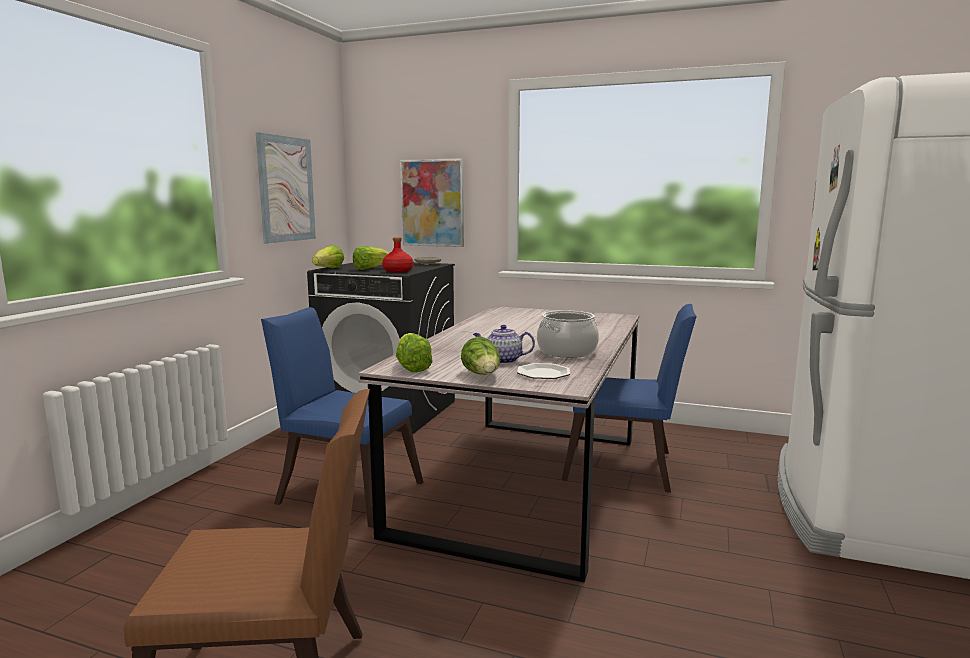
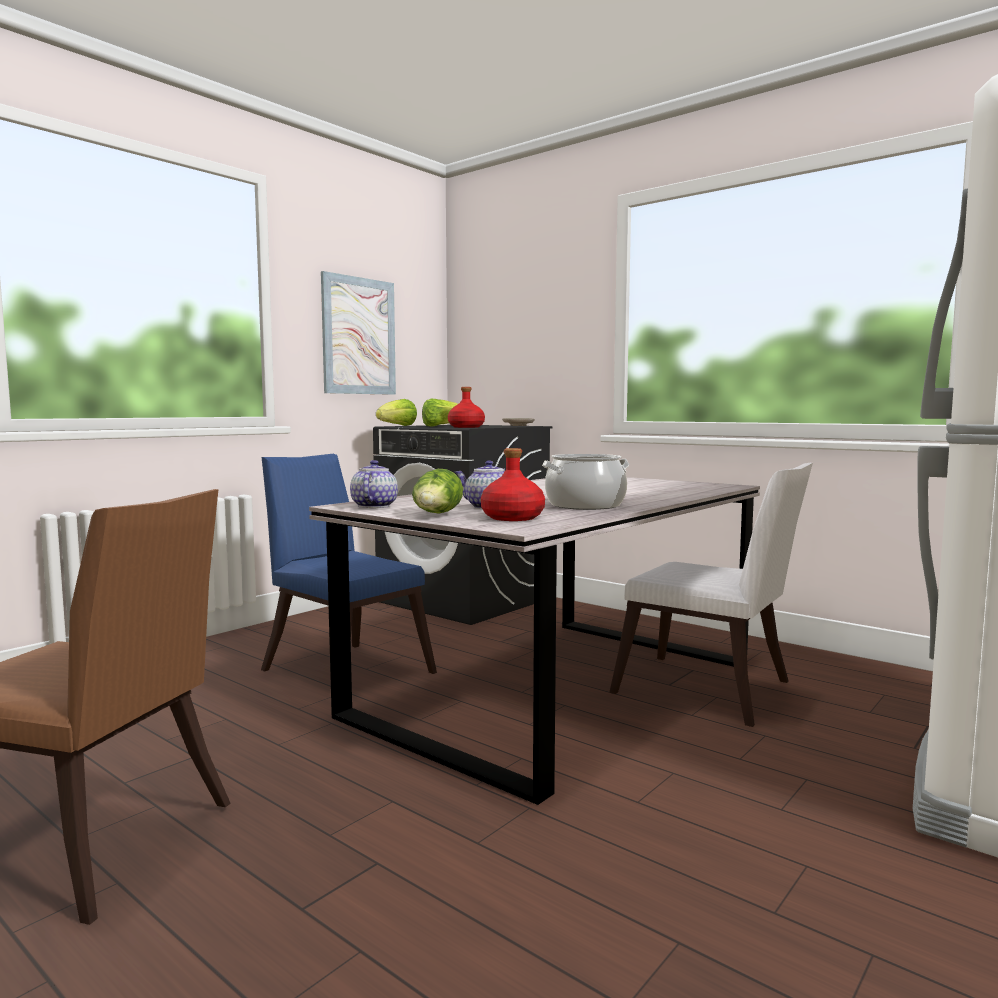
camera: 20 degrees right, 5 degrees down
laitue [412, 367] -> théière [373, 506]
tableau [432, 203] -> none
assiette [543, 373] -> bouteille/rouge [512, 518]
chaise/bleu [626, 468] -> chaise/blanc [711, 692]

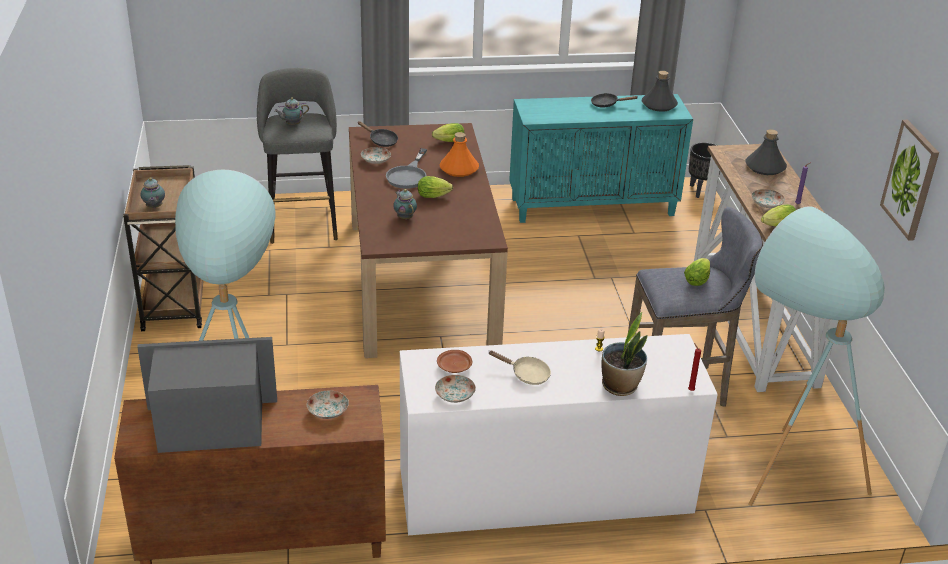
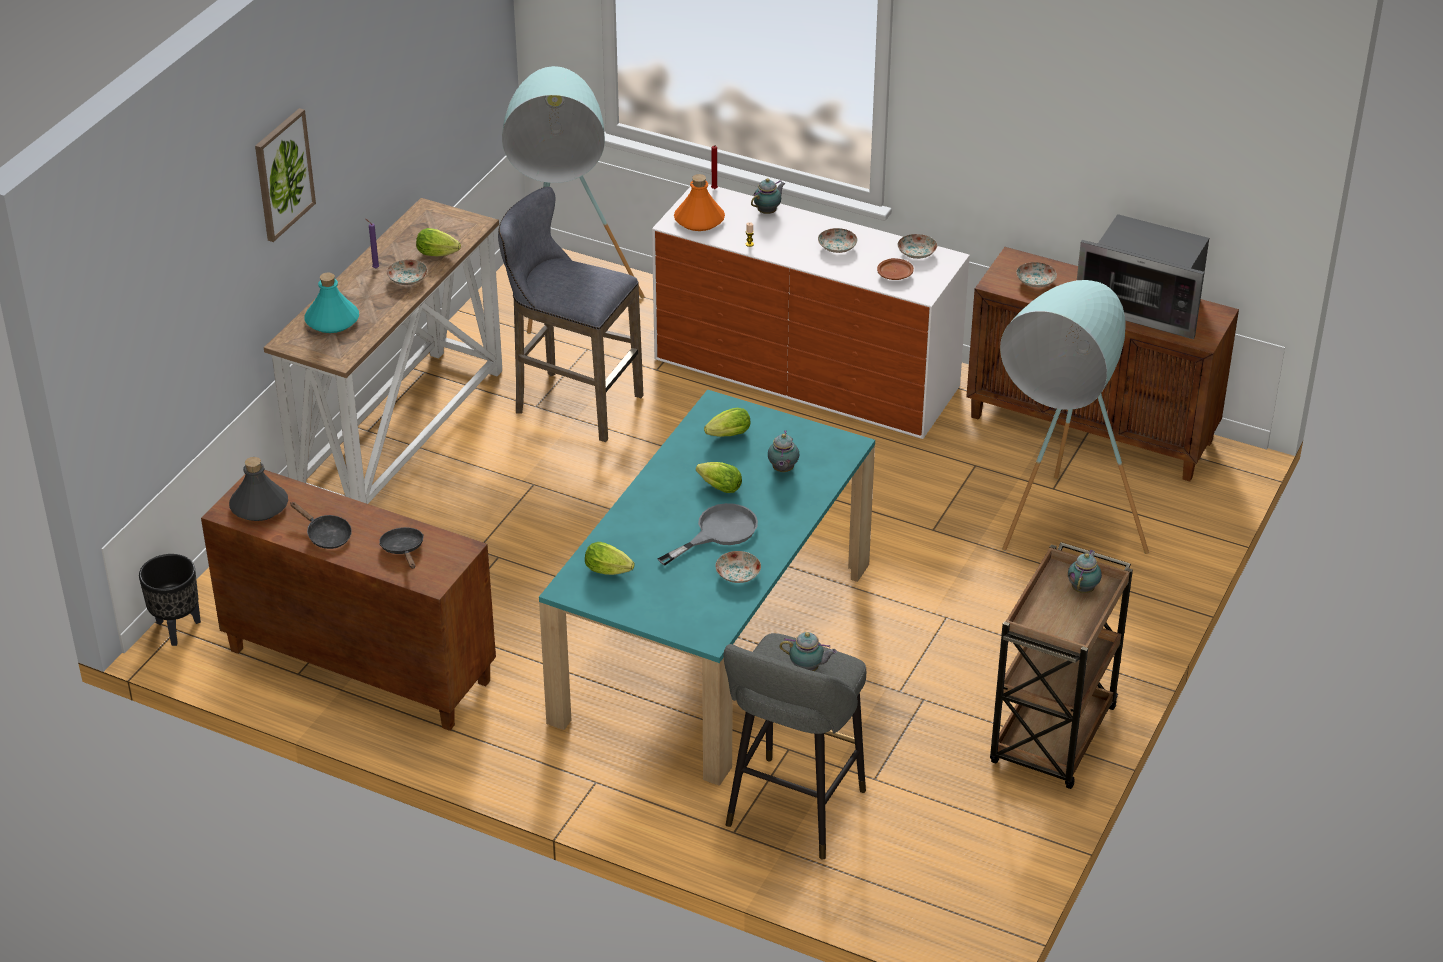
camera: 145 degrees left, 5 degrees up
table à manger/marron [421, 280] -> table à manger/turquoise [712, 641]
poêle/noir [381, 141] -> poêle/noir [403, 549], relocated
bouteille/orange [459, 169] -> bouteille/orange [699, 219], relocated
poêle/beige [526, 374] -> assiette [837, 247]
meuble de rangement/turquoise [593, 206] -> meuble de rangement/marron [357, 666]
plante en pot [620, 386] -> théière [768, 211]
laitue [697, 279] -> laitue [726, 436], relocated
bouteille/gris [765, 167] -> bouteille/turquoise [331, 320]
tableau [911, 179] -> tableau [283, 174], relocated

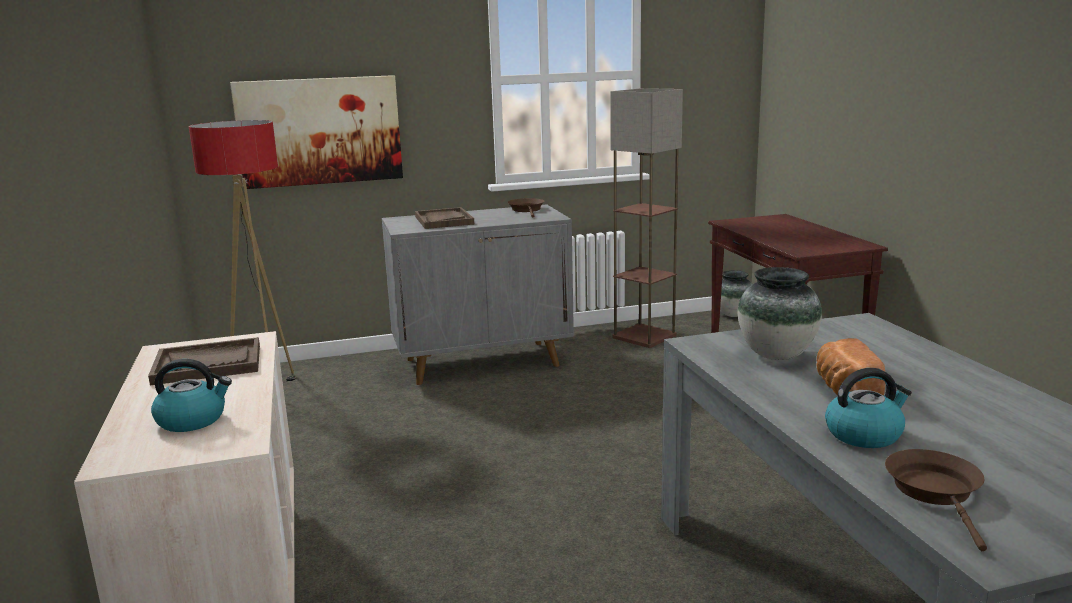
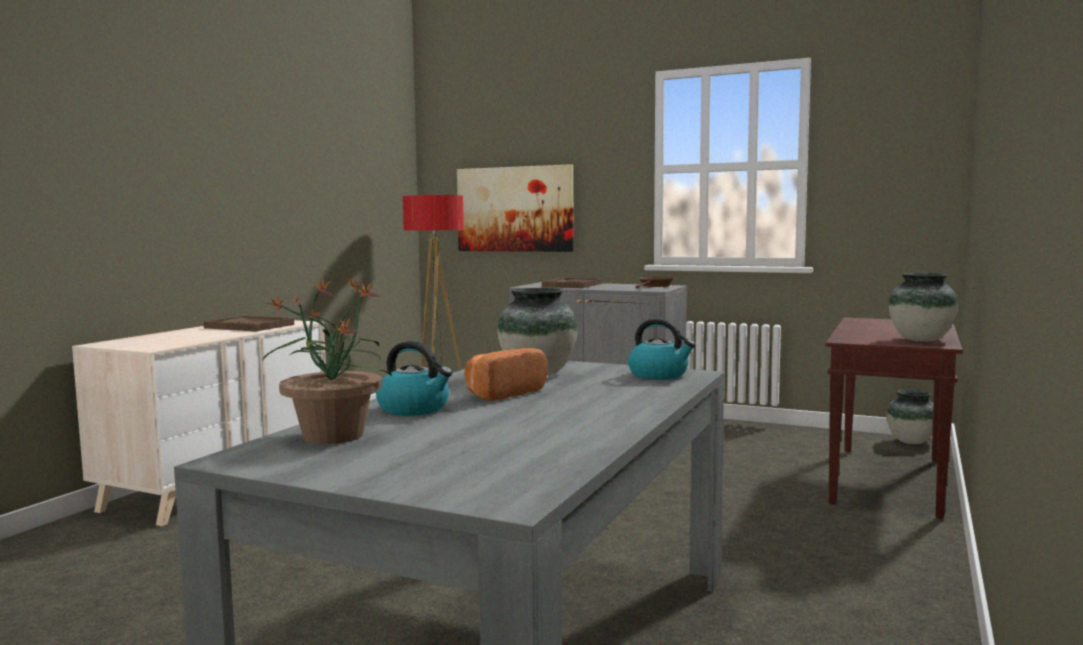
camera: 40 degrees right, 10 degrees down
bouilloire [193, 420] -> bouilloire [659, 375], relocated
lampadaire [645, 336] -> none
poêle/marron [936, 492] -> plante en pot [333, 435]
none -> vase [920, 340]

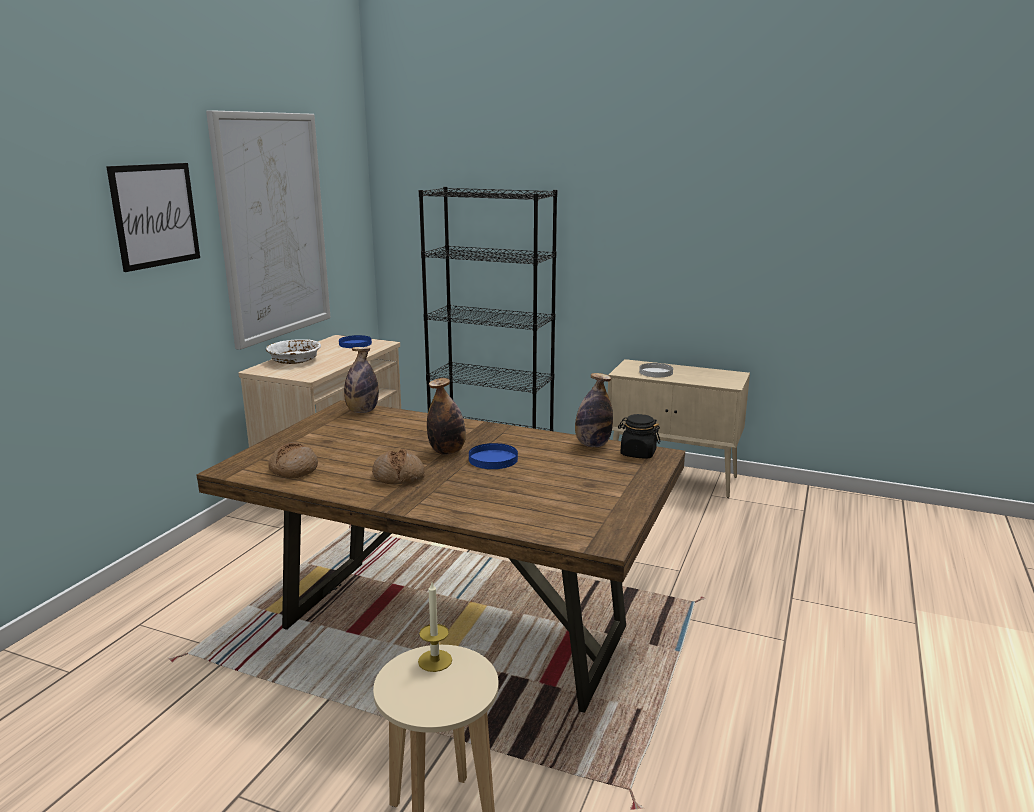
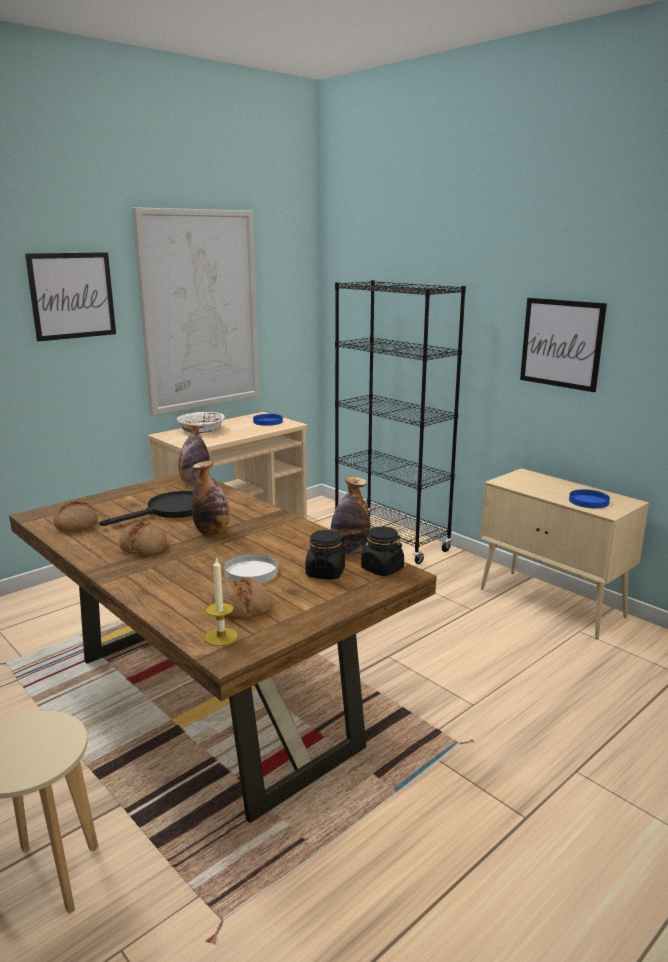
camera: 25 degrees right, 0 degrees up
bougie [435, 660] -> bougie [221, 637], relocated
assiette/bleu [492, 459] -> assiette/bleu [588, 501], relocated
assiette/blanc [655, 372] -> assiette/blanc [250, 572], relocated
none -> poêle/noir [170, 511]
none -> pain [242, 608]
none -> bocal/noir [325, 573]
none -> tableau [561, 343]

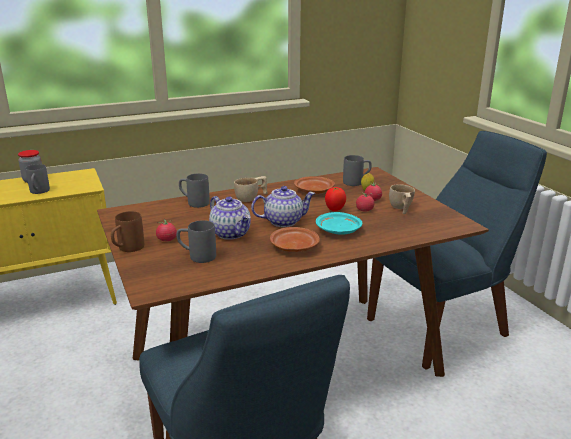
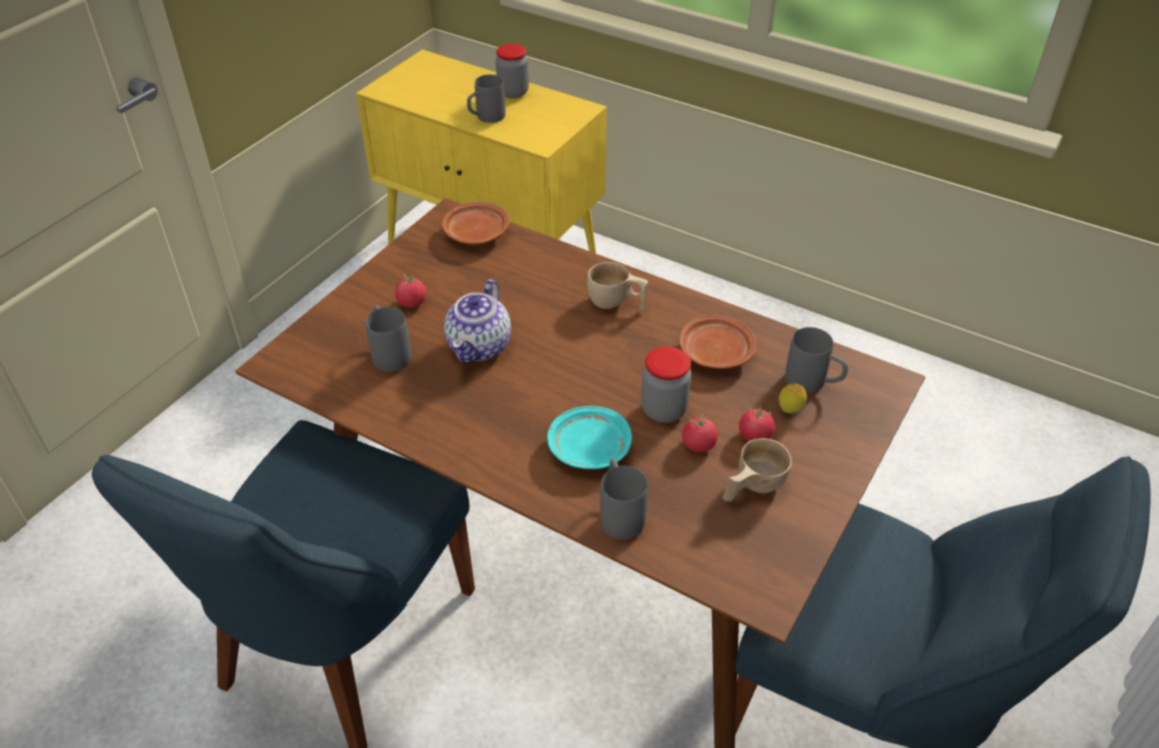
camera: 55 degrees right, 20 degrees up
mug/marron [127, 249] -> none
mug/gris [194, 203] -> mug/gris [619, 513], relocated
théière [283, 221] -> none
assiette/marron [293, 247] -> assiette/marron [476, 233], relocated
tomate [334, 210] -> bocal [663, 410]

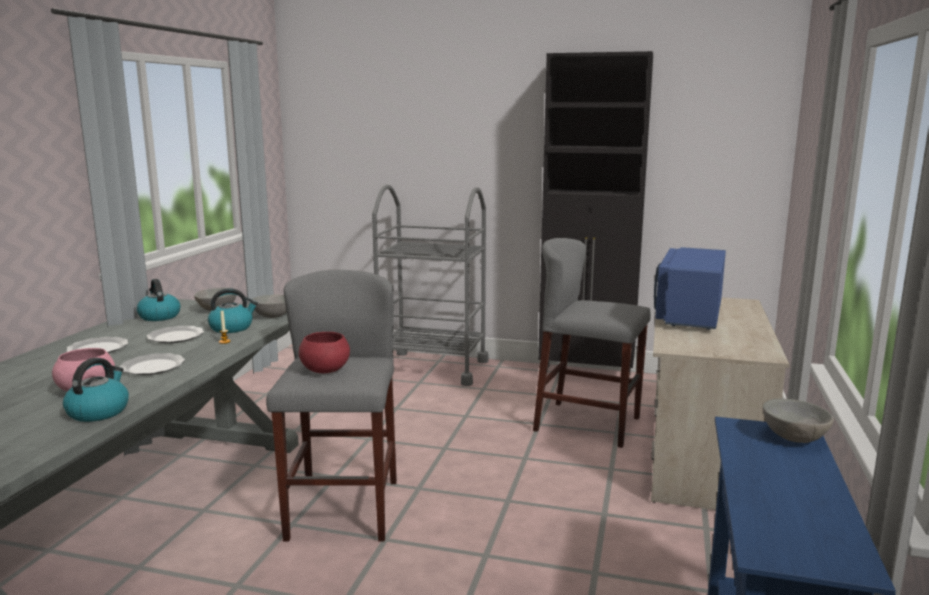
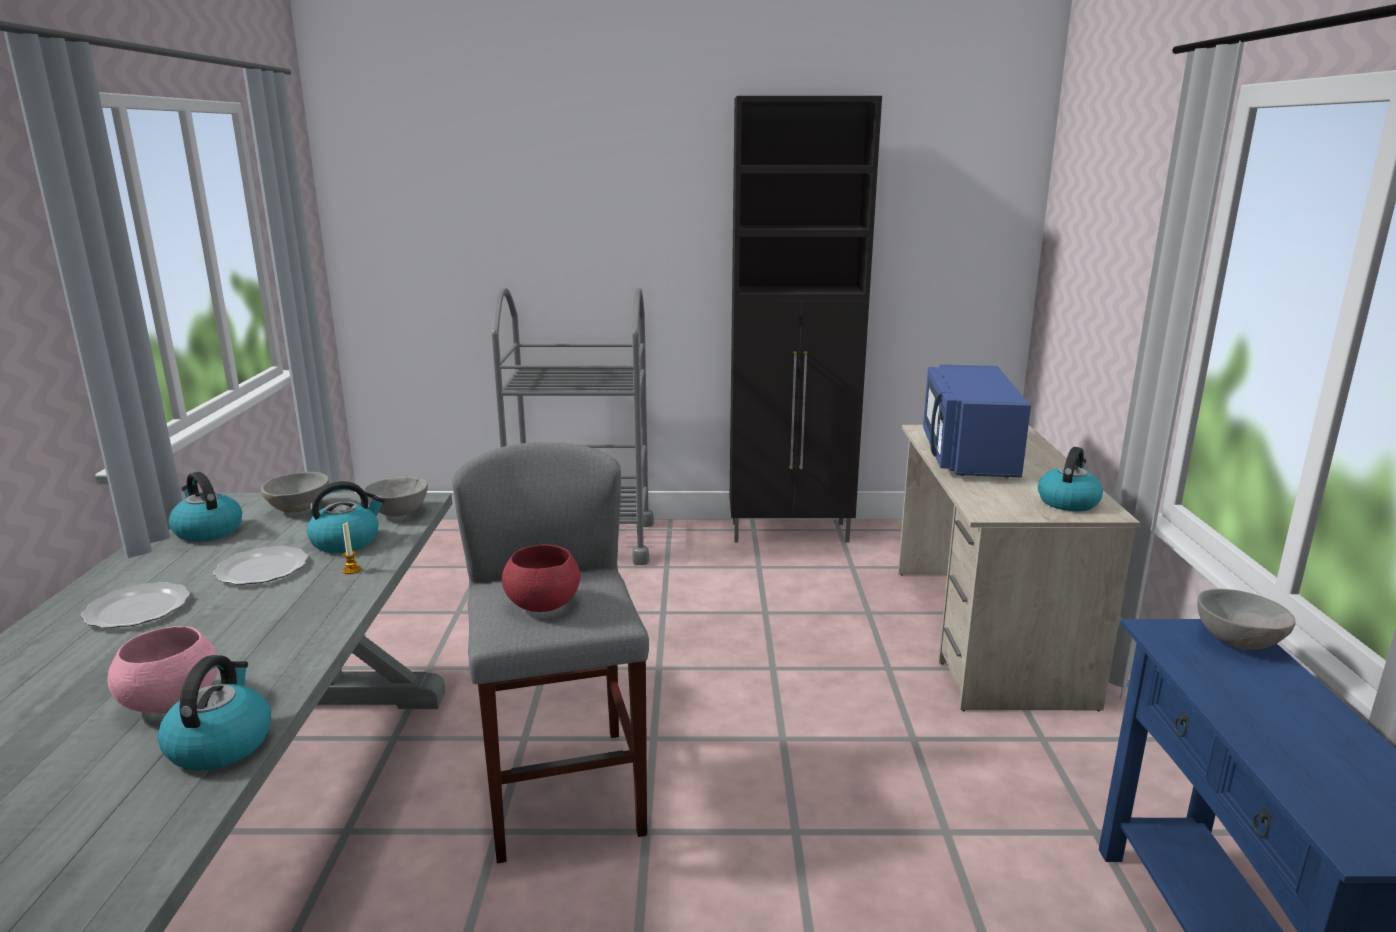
camera: 15 degrees left, 5 degrees up
assiette [152, 367] -> none
tabouret/gris [587, 424] -> none
none -> bouilloire [1068, 502]

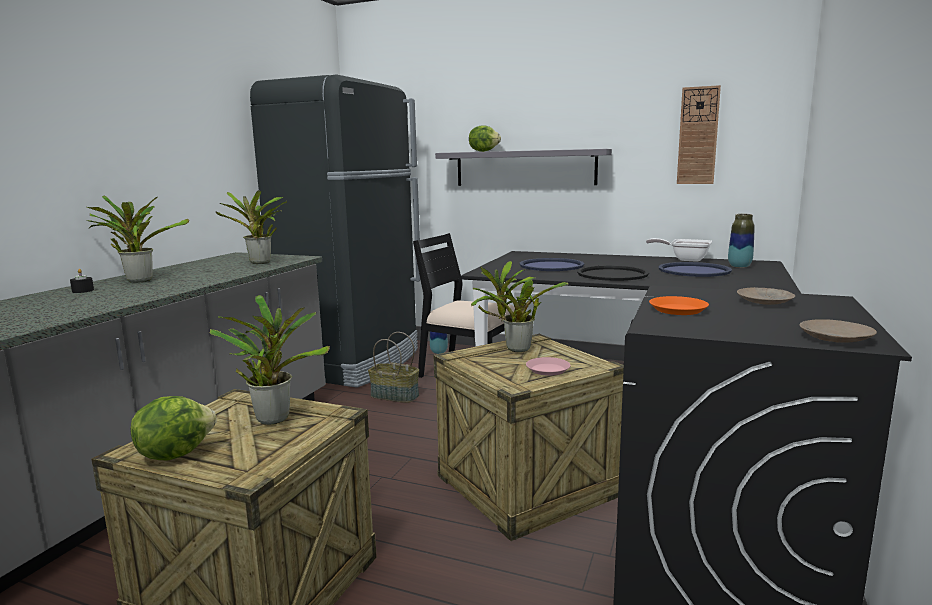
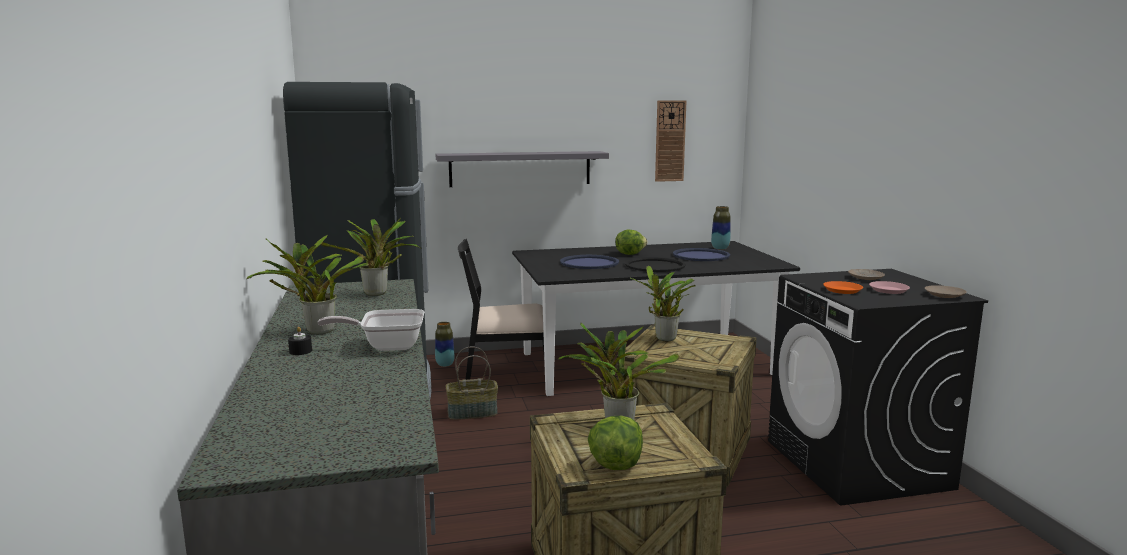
camera: 35 degrees left, 0 degrees up
laitue [484, 151] -> laitue [629, 254], relocated
assiette/rose [547, 369] -> assiette/rose [888, 290], relocated
poêle [685, 259] -> poêle [386, 346], relocated

